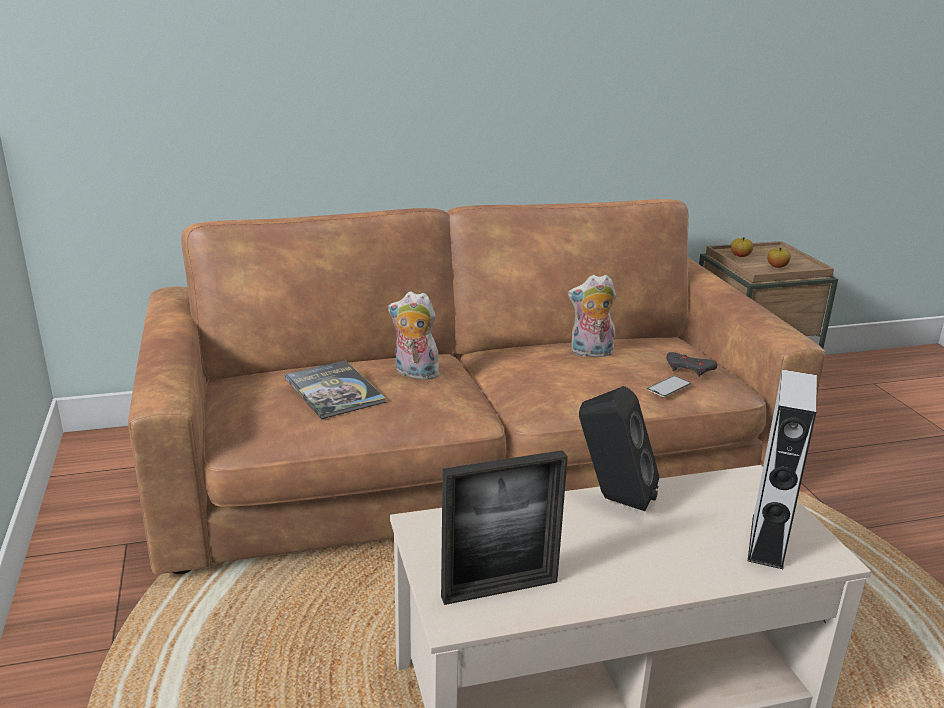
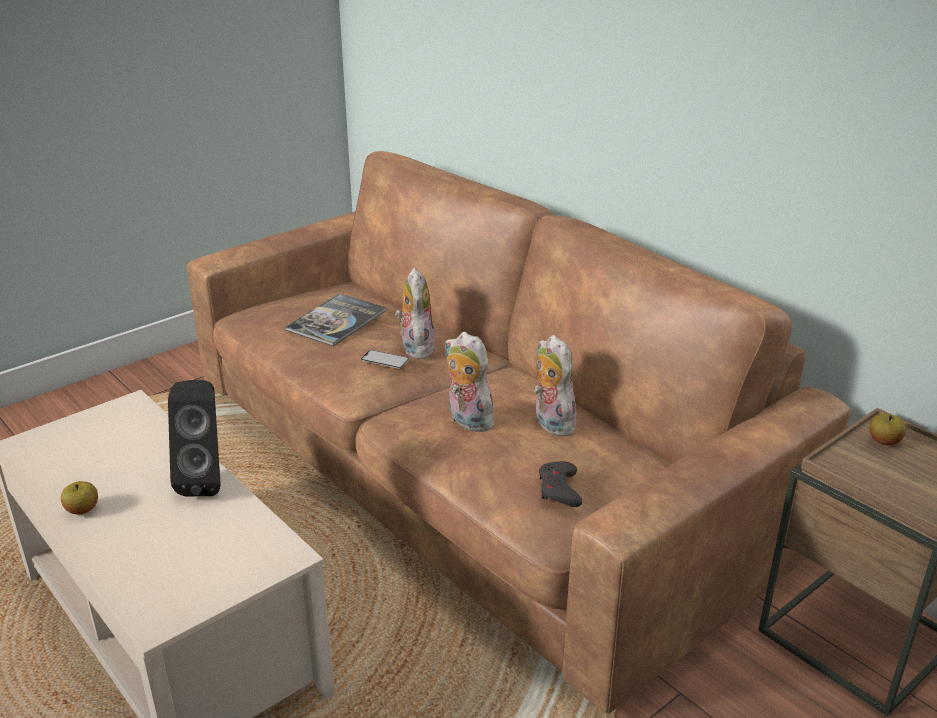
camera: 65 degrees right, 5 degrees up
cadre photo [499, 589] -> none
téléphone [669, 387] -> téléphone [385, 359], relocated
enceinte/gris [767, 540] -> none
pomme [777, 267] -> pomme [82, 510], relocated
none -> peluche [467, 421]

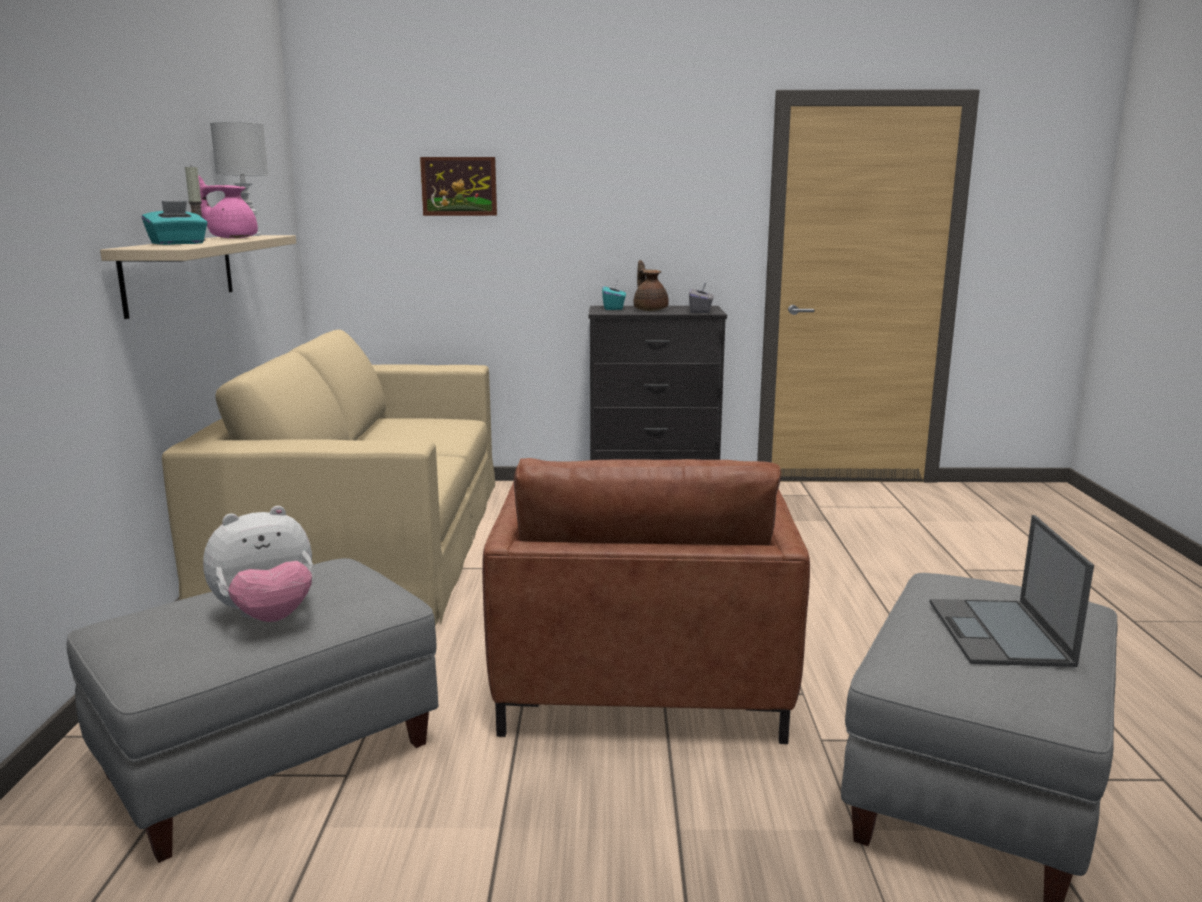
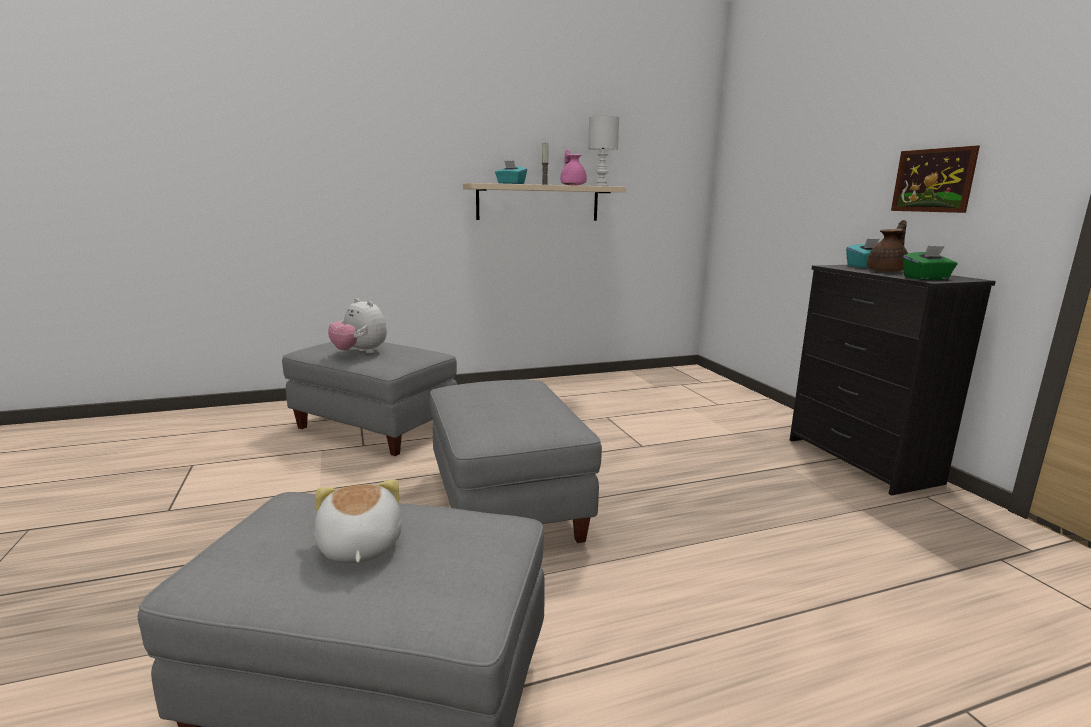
camera: 70 degrees right, 0 degrees up
canapé/beige [367, 541] -> none
tableau [459, 186] -> tableau [933, 180], relocated
fauteuil/marron [640, 673] -> pouf/gris [504, 504]
boîte à mouchoirs/gris [701, 311] -> boîte à mouchoirs/vert [926, 278]
ordinateur portable [1000, 633] -> peluche [358, 547]

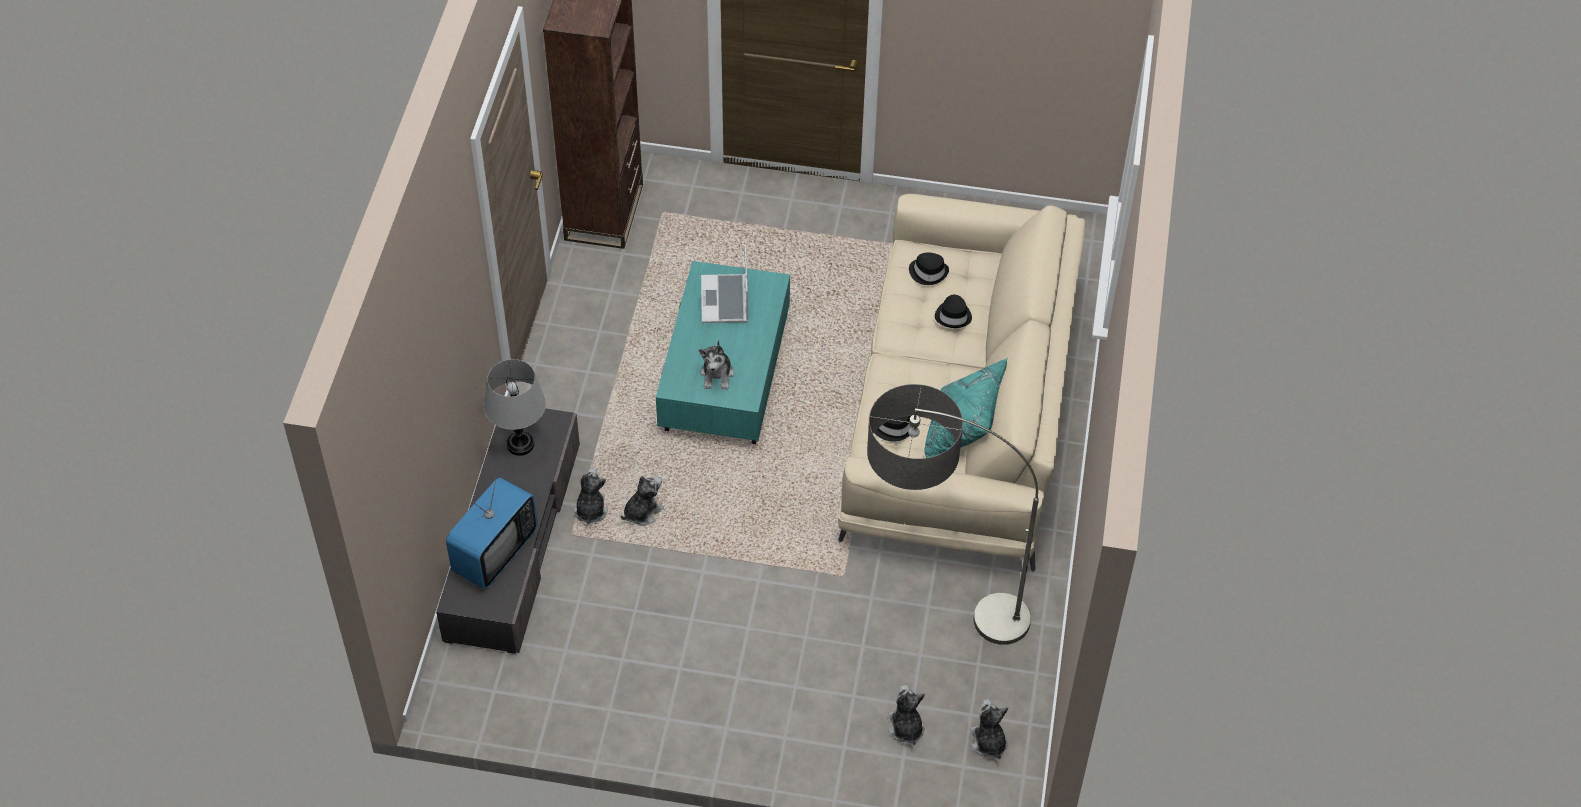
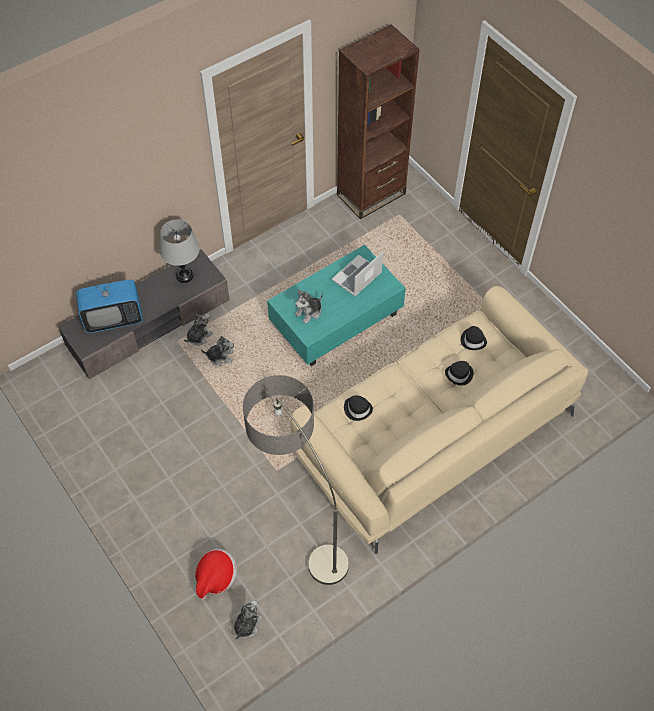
camera: 45 degrees right, 5 degrees up
peluche [905, 727] -> chapeau [215, 577]
coussin/turquoise [962, 433] -> none

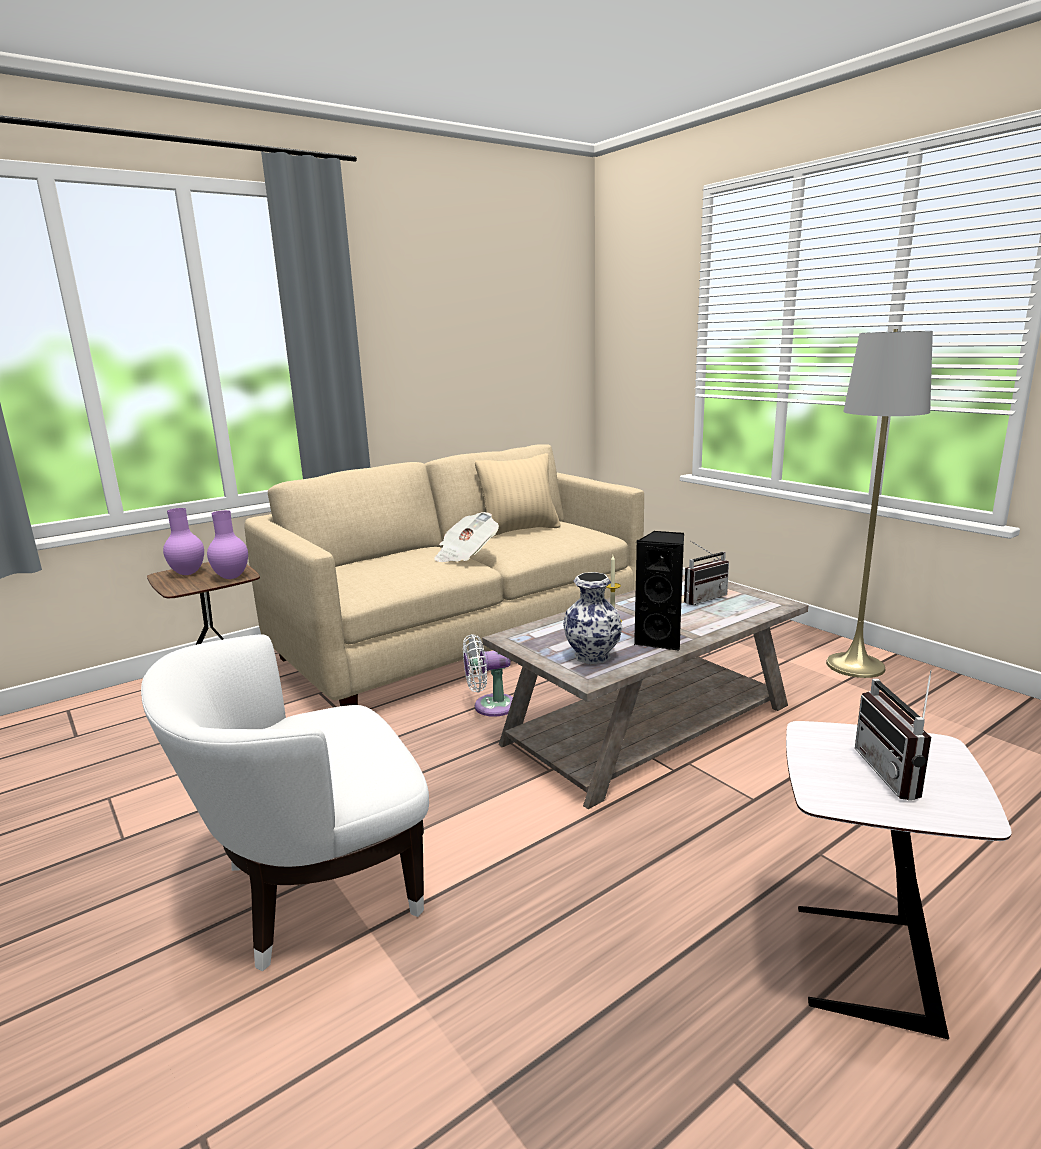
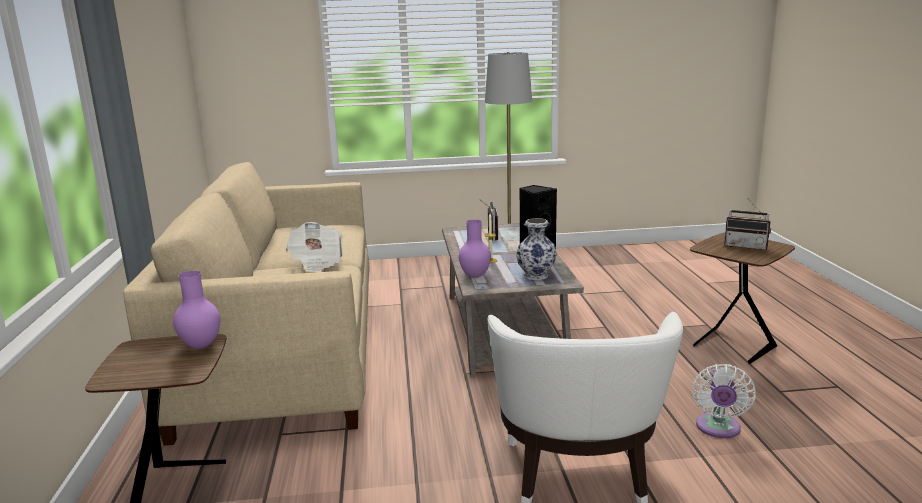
camera: 60 degrees left, 0 degrees up
vase/violet [188, 573] -> vase/violet [476, 276], relocated
ventilateur/blanc [490, 706] -> ventilateur/blanc [718, 429], relocated
coussin/beige [520, 530] -> none
table d'appoint/blanc [859, 966] -> table d'appoint/marron [733, 346]

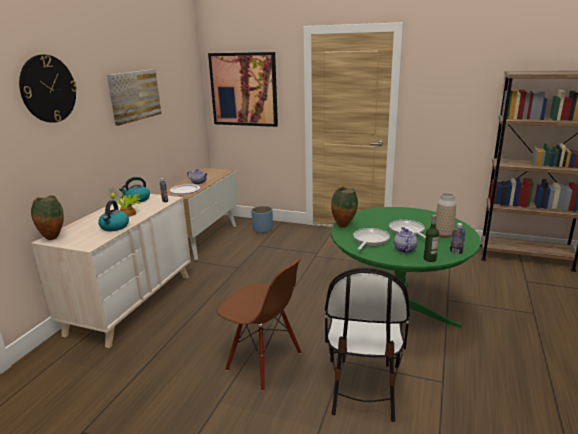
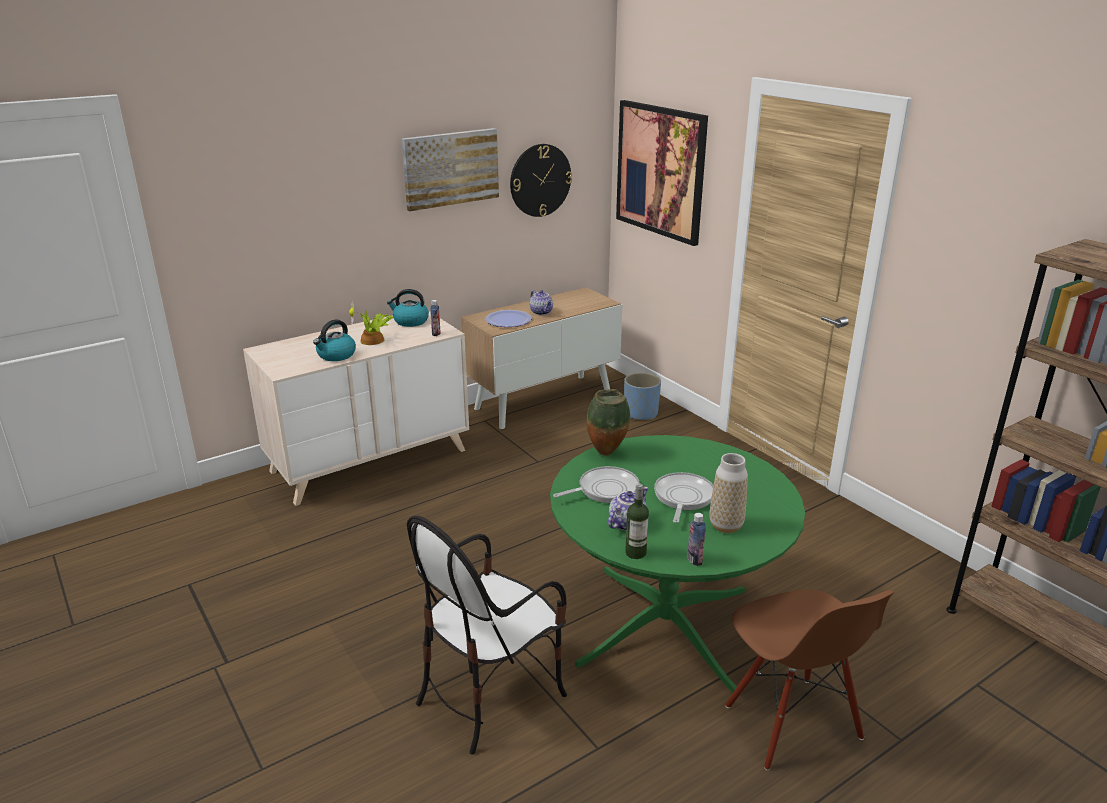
camera: 35 degrees right, 5 degrees up
horloge murale [48, 89] -> horloge murale [540, 180], relocated
vase [53, 238] -> none
chaise/marron [263, 362] -> chaise/marron [791, 723], relocated

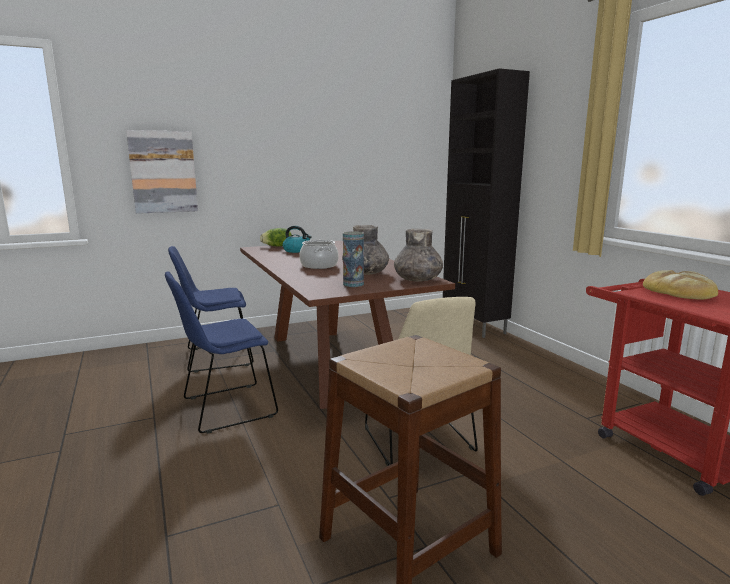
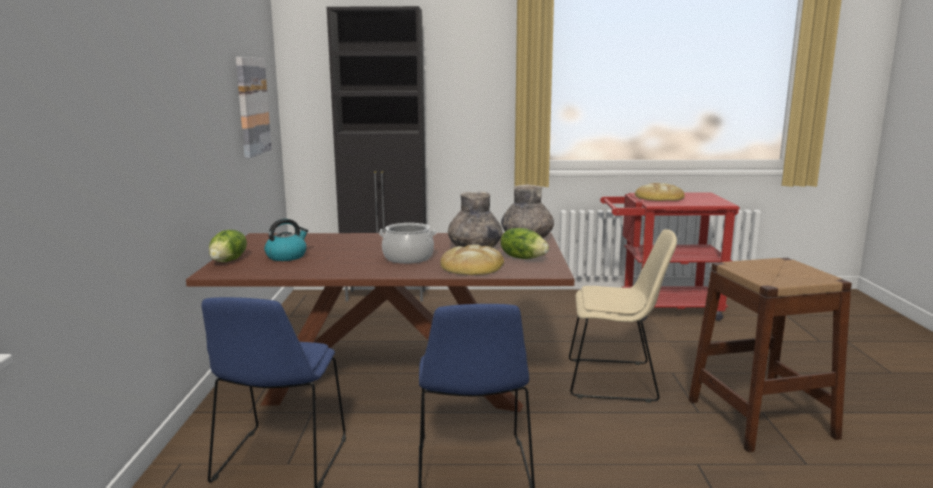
camera: 65 degrees left, 0 degrees up
tableau [163, 172] -> tableau [252, 106], relocated
vase [353, 284] -> laitue [523, 258]
none -> pain [472, 266]

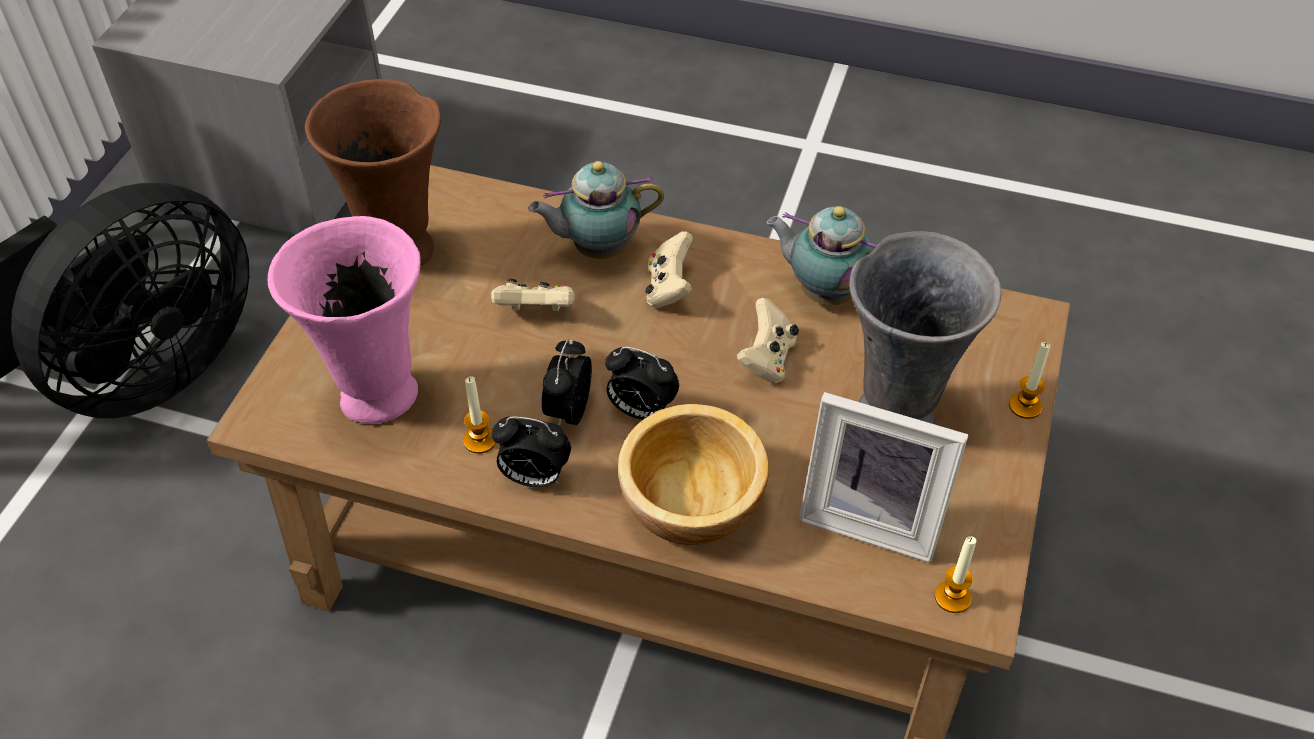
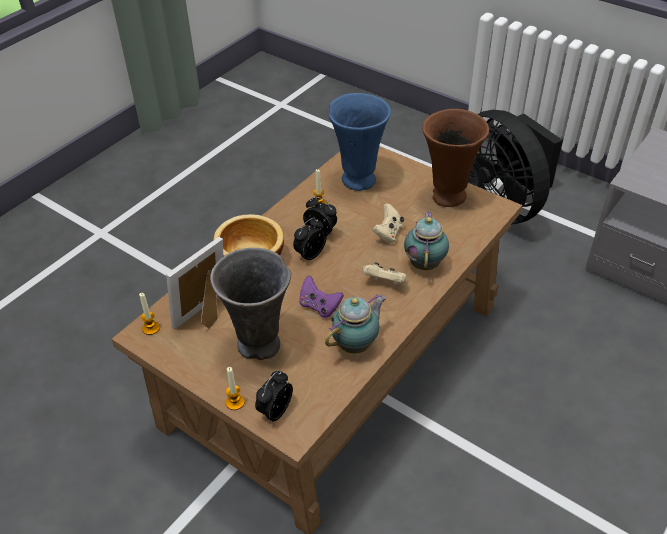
camera: 110 degrees right, 5 degrees down
vase/rose [375, 396] -> vase/bleu [358, 179]
réveil [534, 477] -> réveil [275, 411], relocated
manette/beige [767, 359] -> manette/violet [319, 307]

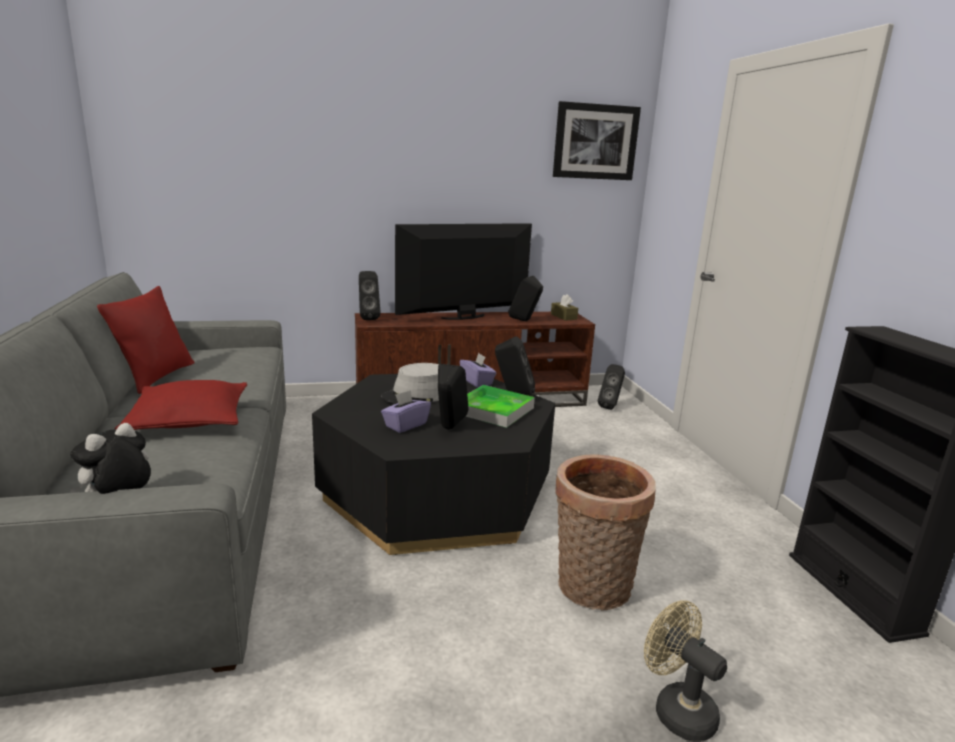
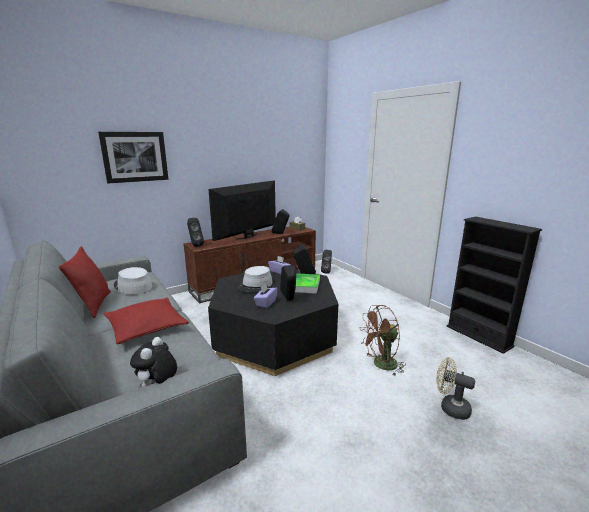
camera: 20 degrees left, 0 degrees up
tableau [595, 142] -> tableau [135, 157], relocated
panier [591, 590] -> ventilateur/marron [381, 365]
none -> chapeau/gris [132, 286]

